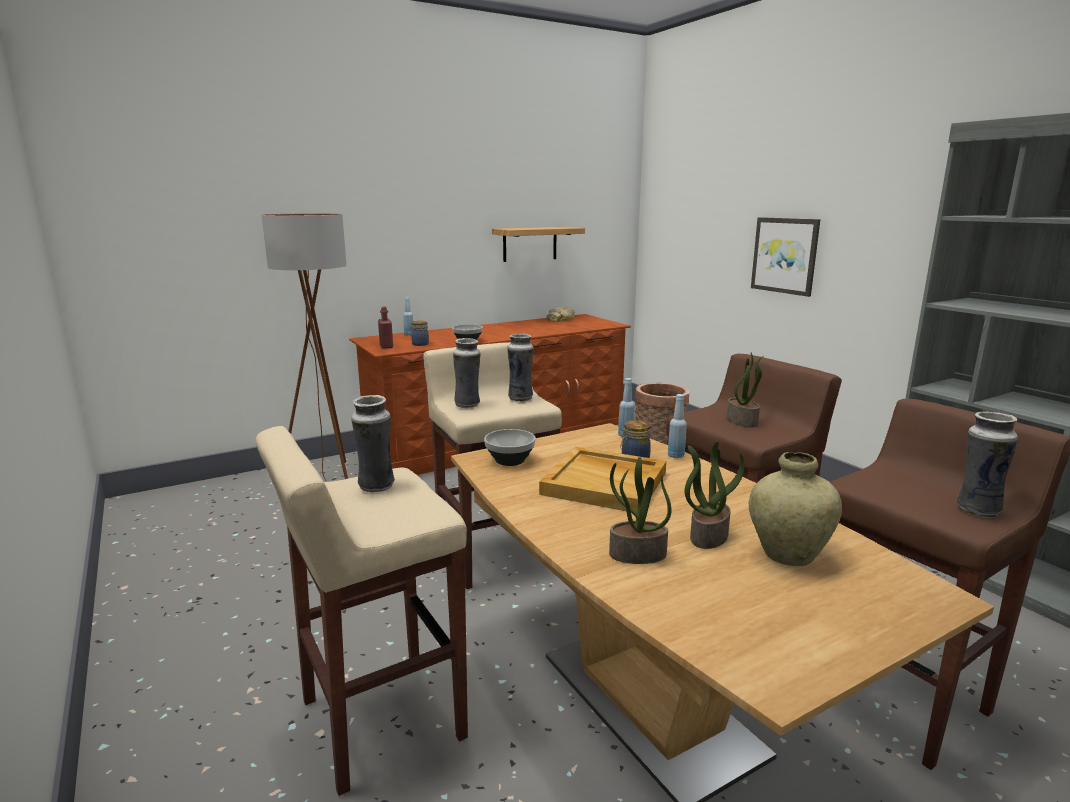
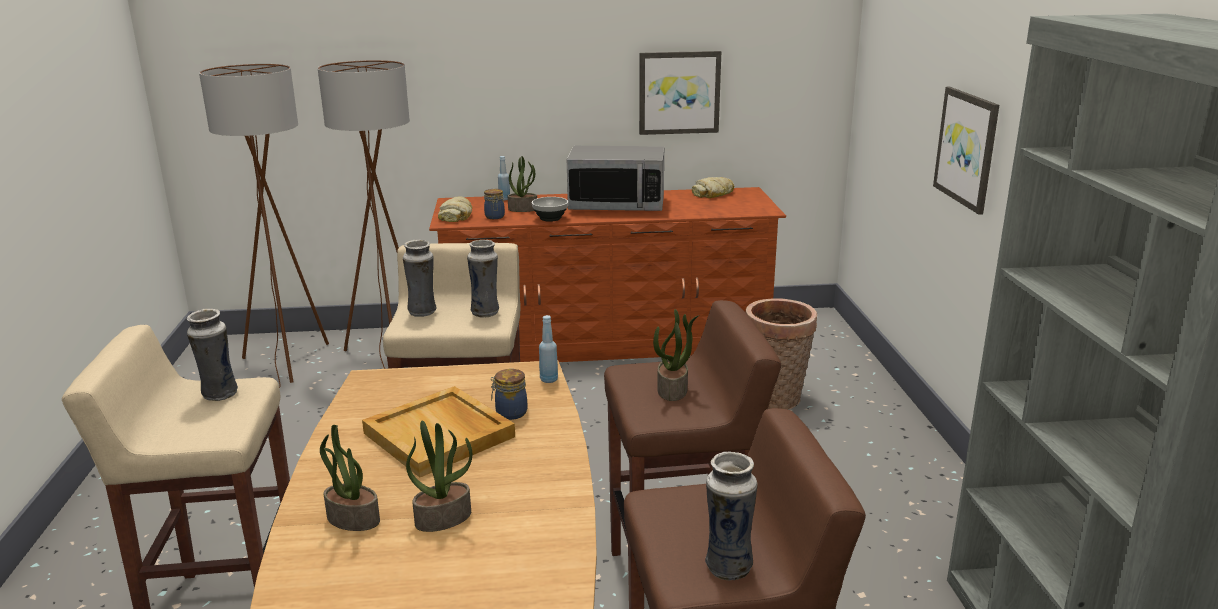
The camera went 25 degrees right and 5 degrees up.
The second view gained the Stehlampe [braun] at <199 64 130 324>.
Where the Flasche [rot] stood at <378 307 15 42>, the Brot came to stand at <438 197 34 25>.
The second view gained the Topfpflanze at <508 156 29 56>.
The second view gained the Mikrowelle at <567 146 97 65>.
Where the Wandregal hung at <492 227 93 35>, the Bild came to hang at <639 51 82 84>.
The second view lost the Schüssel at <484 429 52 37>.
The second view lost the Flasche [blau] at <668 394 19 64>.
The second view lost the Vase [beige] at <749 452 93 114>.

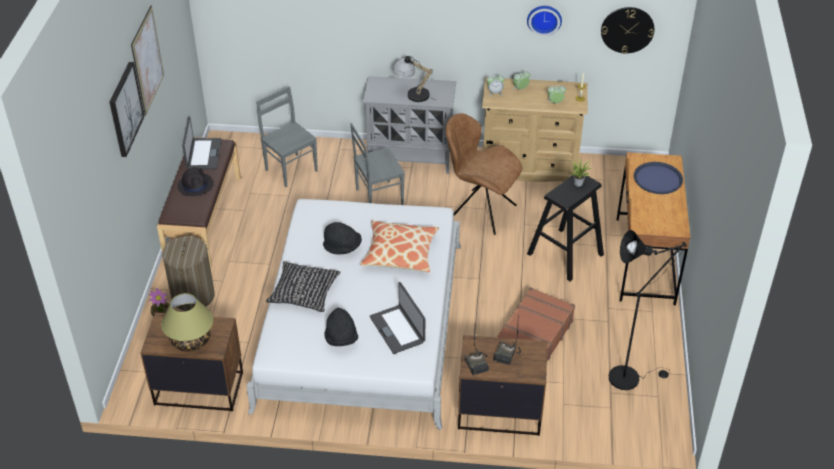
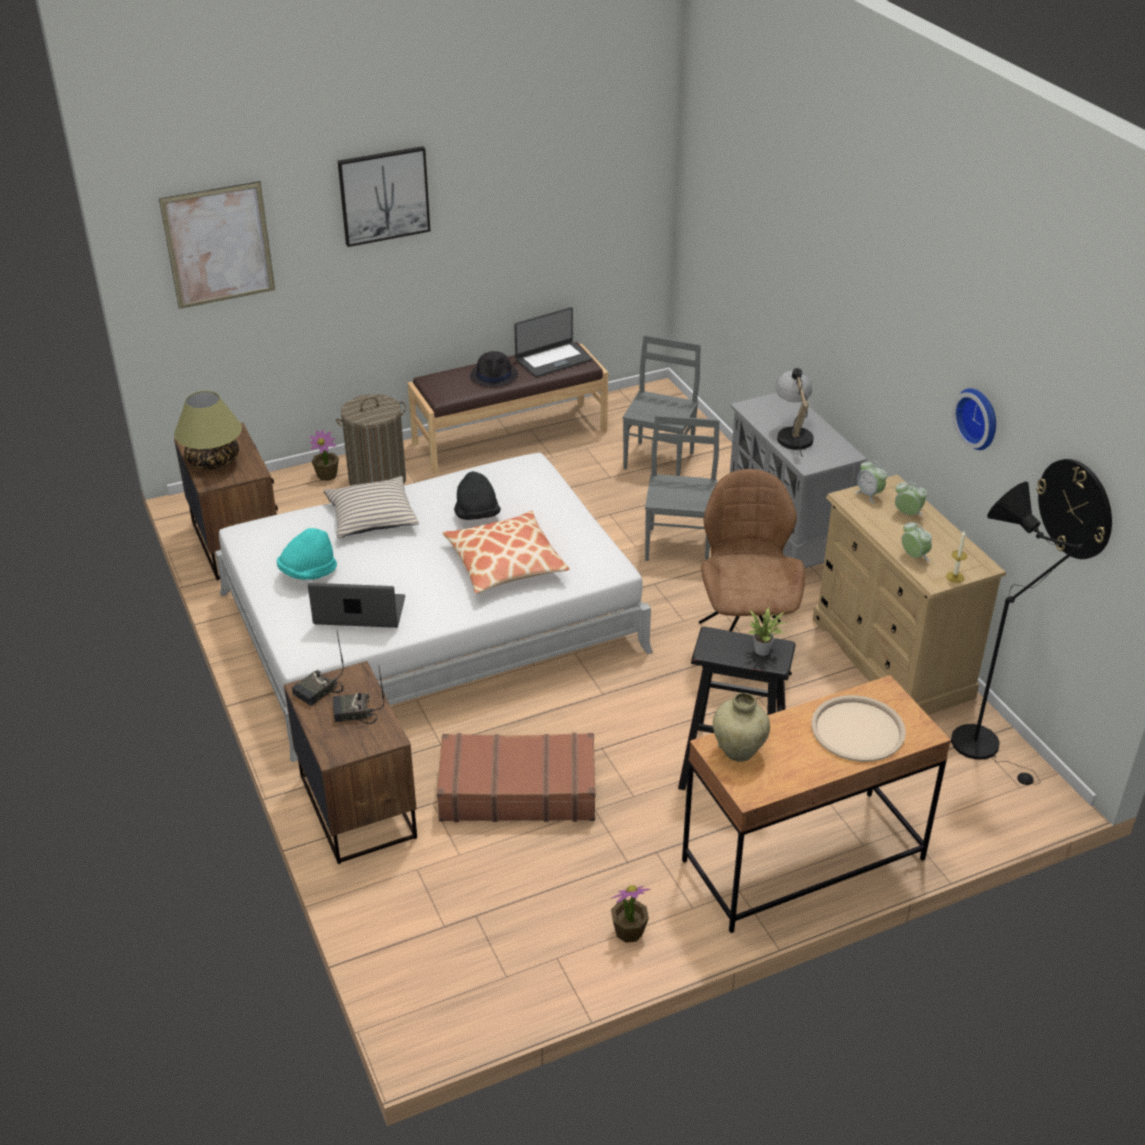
The camera went 60 degrees right and 5 degrees down.
The Bild ended up elsewhere, having gone from <131 5 33 110> to <159 181 116 128>.
What was the Hut [schwarz] at <324 308 34 38> turned into the Hut [türkis] at <277 528 60 52>.
The Laptop at <370 282 55 72> ended up facing another way, 60 degrees clockwise from before.
What was the Kissen [schwarz] at <266 261 75 51> turned into the Kissen [beige] at <323 476 96 62>.
The second view gained the Topfpflanze at <611 885 39 58>.
The Stuhl [grau] at <350 123 55 82> ended up facing another way, 60 degrees clockwise from before.
The second view gained the Vase [beige] at <713 693 57 69>.
What was the Tablett [blau] at <634 162 49 32> turned into the Tablett [beige] at <811 695 95 67>.
The Stehlampe [schwarz] ended up elsewhere, having gone from <609 230 77 160> to <951 482 132 303>.

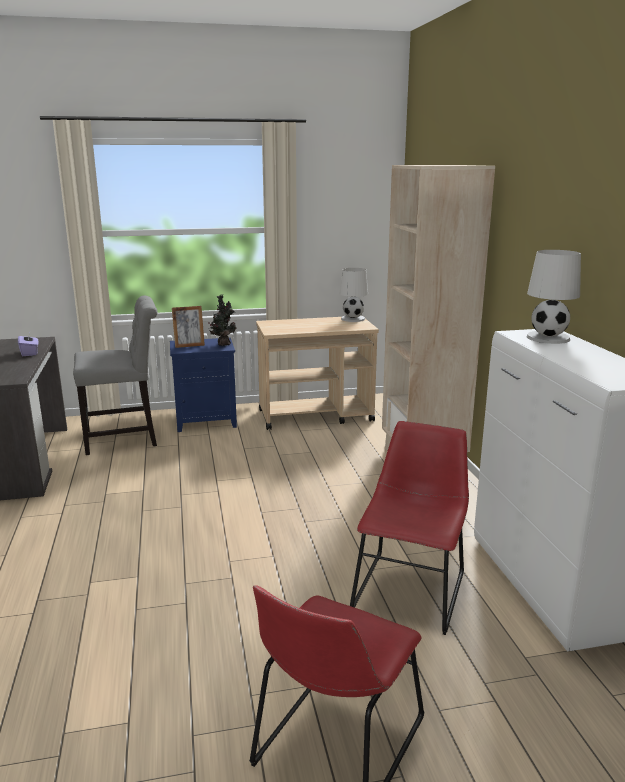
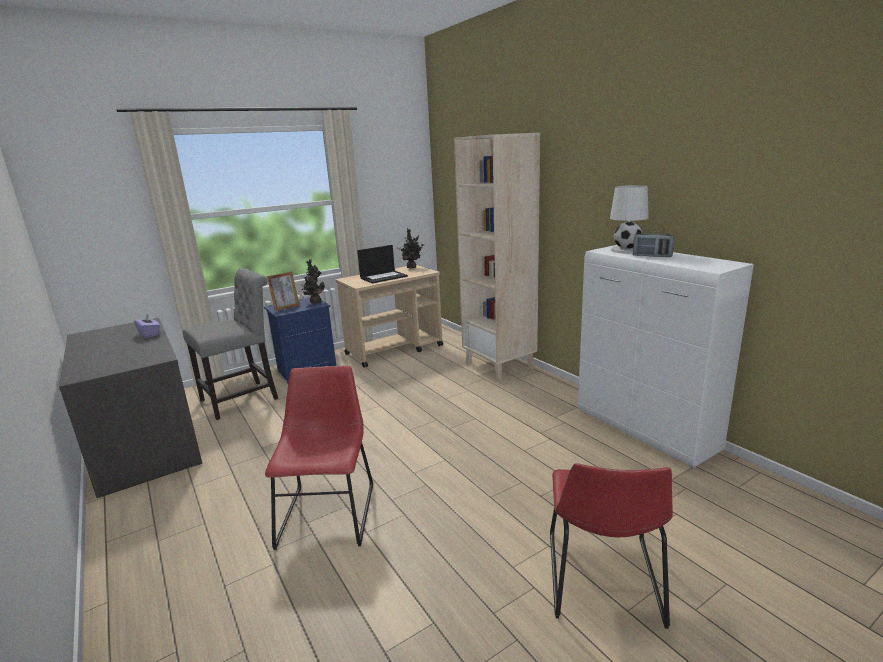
The camera went 20 degrees left and 0 degrees up.
The Stuhl [rot] ended up elsewhere, having gone from <350 421 119 214> to <265 366 108 184>.
The second view gained the Laptop at <357 245 51 38>.
Where the Tischlampe [weiß] stood at <339 268 29 54>, the Topfpflanze came to stand at <398 228 26 40>.
The second view gained the Radio at <633 232 41 25>.

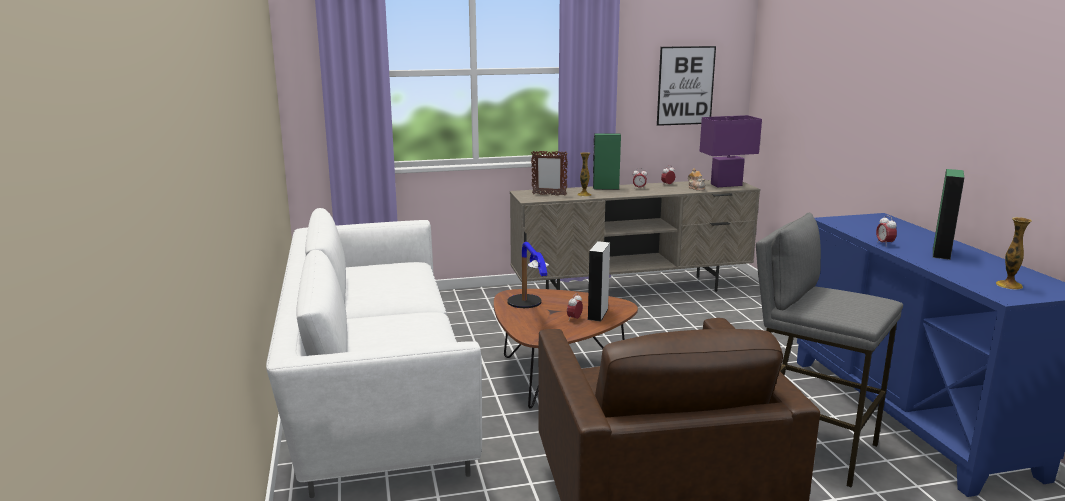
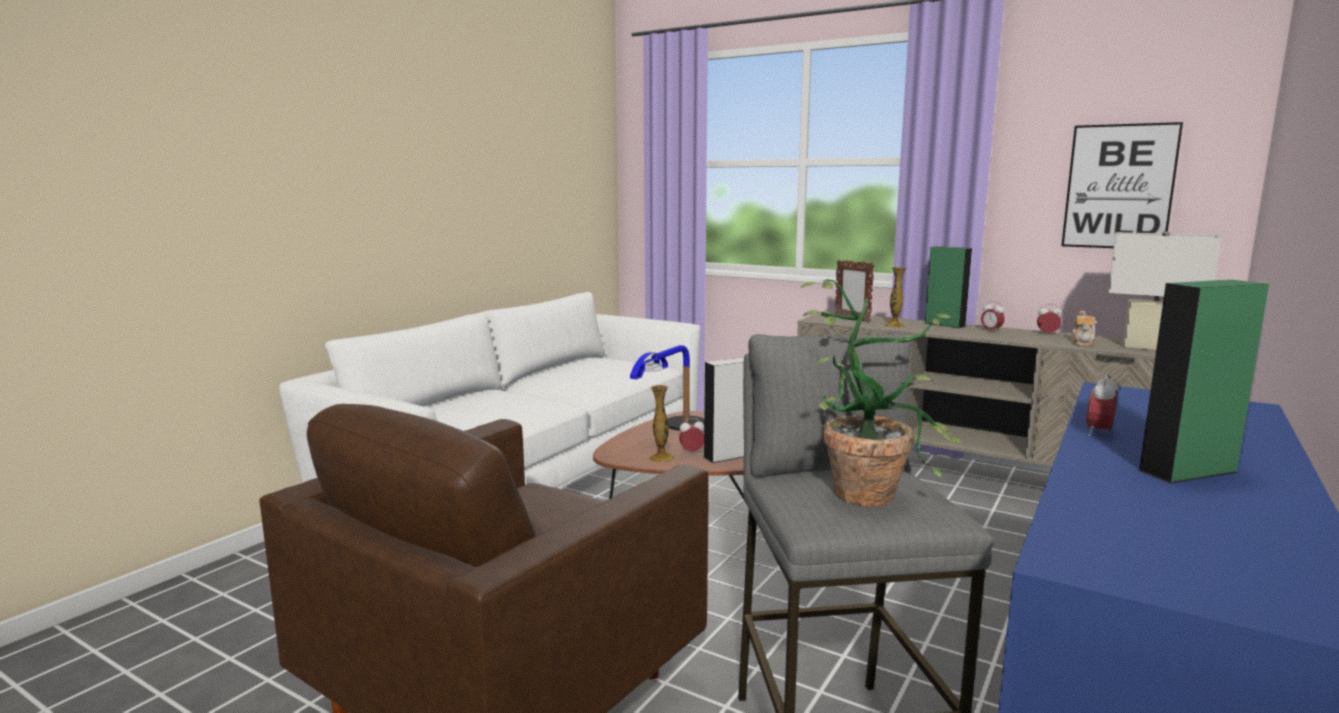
The camera went 45 degrees right and 5 degrees down.
The Vase ended up elsewhere, having gone from <996 217 35 72> to <649 385 26 77>.
The second view gained the Topfpflanze at <800 279 165 228>.
What was the Tischlampe [lila] at <700 115 62 72> turned into the Tischlampe [weiß] at <1108 232 113 118>.

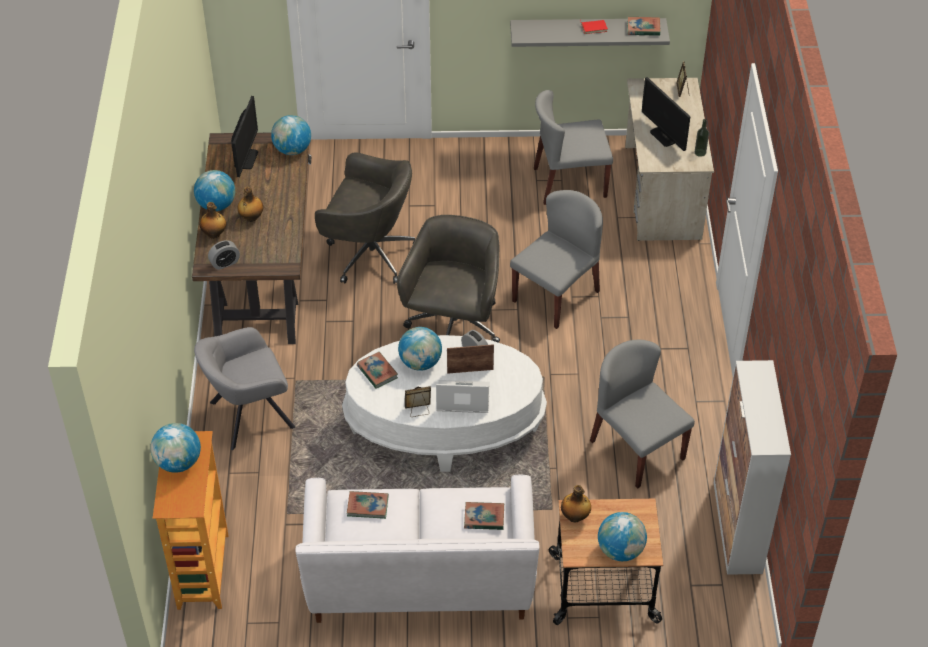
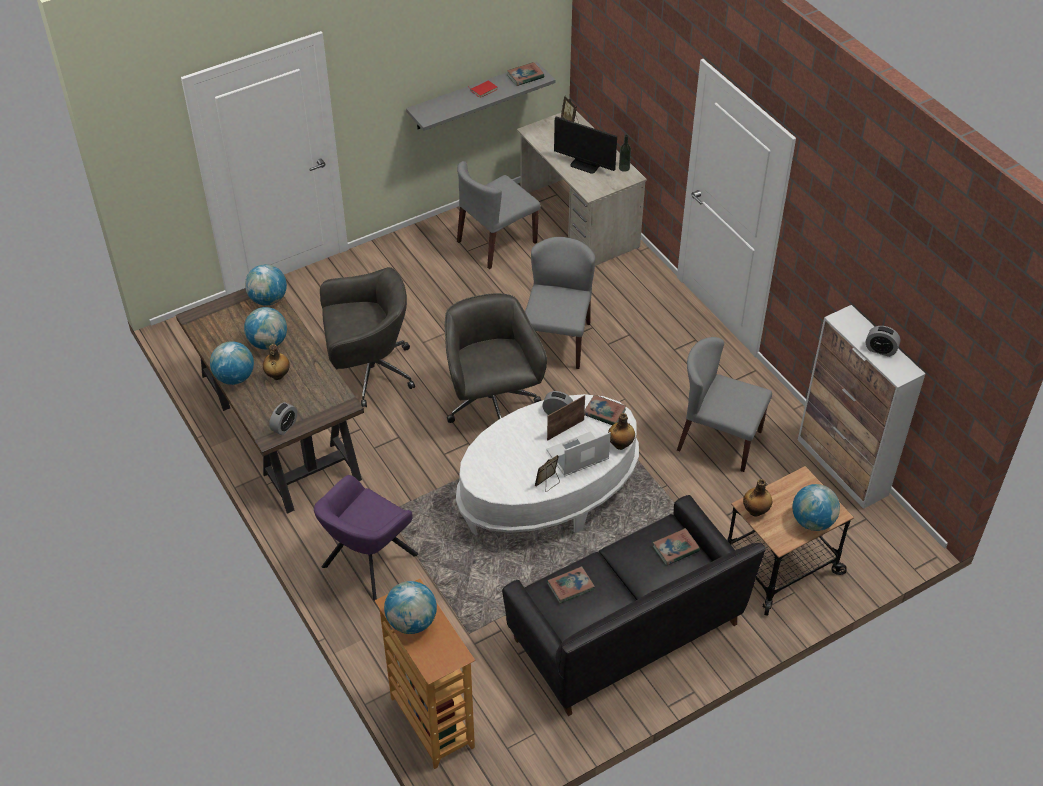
The camera went 30 degrees left and 0 degrees up.
The Globus ended up elsewhere, having gone from <398 327 44 44> to <244 307 43 42>.
What was the Sessel [grau] at <194 327 101 123> turned into the Sessel [lila] at <314 475 104 126>.
What was the Sofa [weiß] at <295 475 245 148> turned into the Sofa [schwarz] at <502 495 264 221>.
The Buch ended up elsewhere, having gone from <357 352 41 37> to <584 395 42 30>.
The Flasche ended up elsewhere, having gone from <200 202 26 37> to <608 413 27 37>.
The second view gained the Wecker at <866 326 35 31>.
The second view lost the Monitor at <231 96 27 81>.

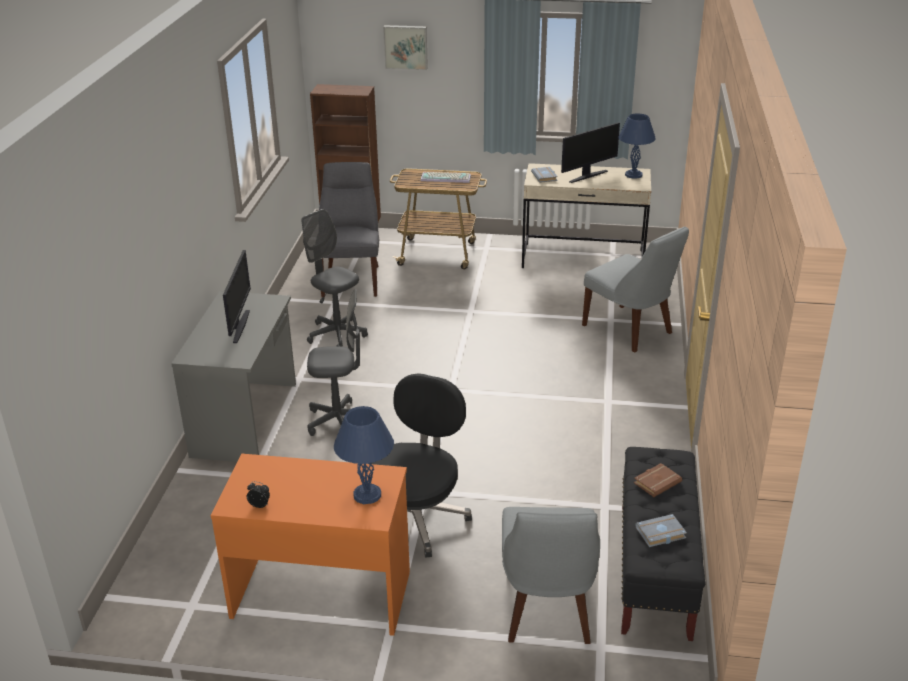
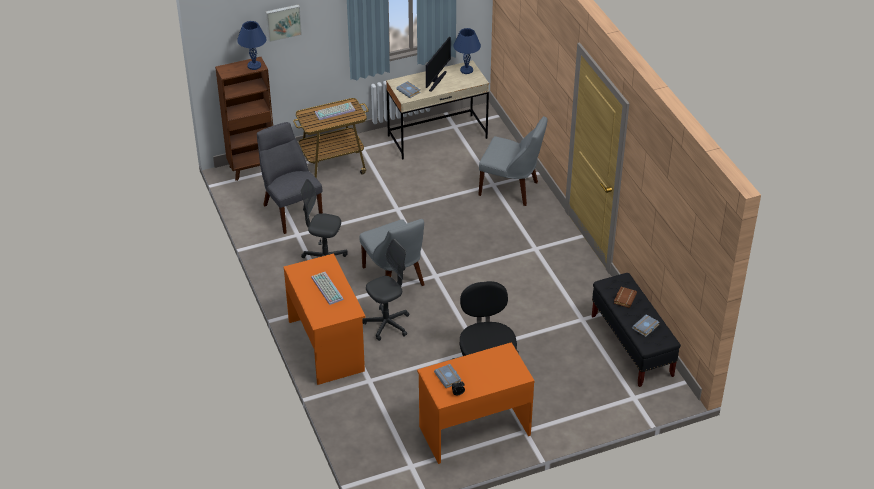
The camera went 30 degrees left and 10 degrees up.
The Tischlampe [blau] ended up elsewhere, having gone from <334 406 60 98> to <237 21 30 49>.
What was the Schreibtisch [grau] at <171 291 125 171> turned into the Schreibtisch [orange] at <283 253 82 132>.
Where the Monitor stood at <223 250 28 93>, the Tastatur came to stand at <311 272 33 33>.
The Stuhl [grau] ended up elsewhere, having gone from <502 507 98 137> to <360 219 64 67>.
The second view gained the Buch [grau] at <434 364 28 24>.

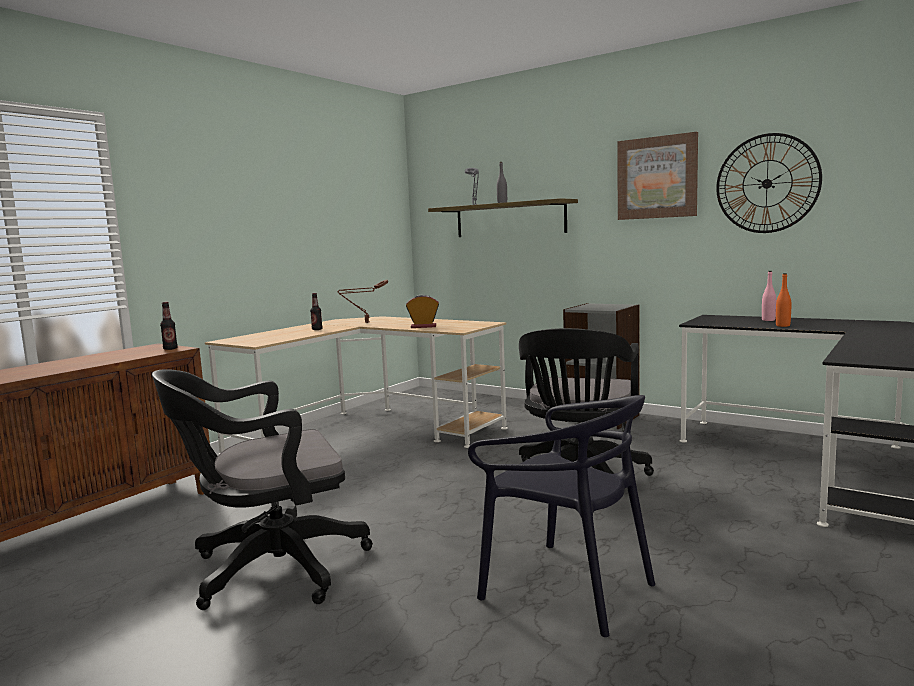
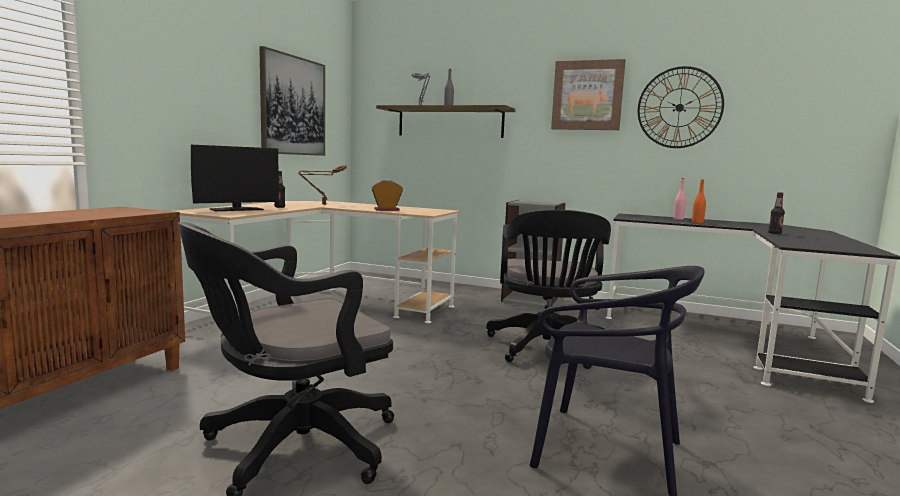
The camera went 15 degrees left and 0 degrees up.
The second view gained the Monitor at <191 145 88 66>.
The second view gained the Bild at <259 46 66 110>.
The Flasche ended up elsewhere, having gone from <160 302 18 48> to <768 192 17 42>.

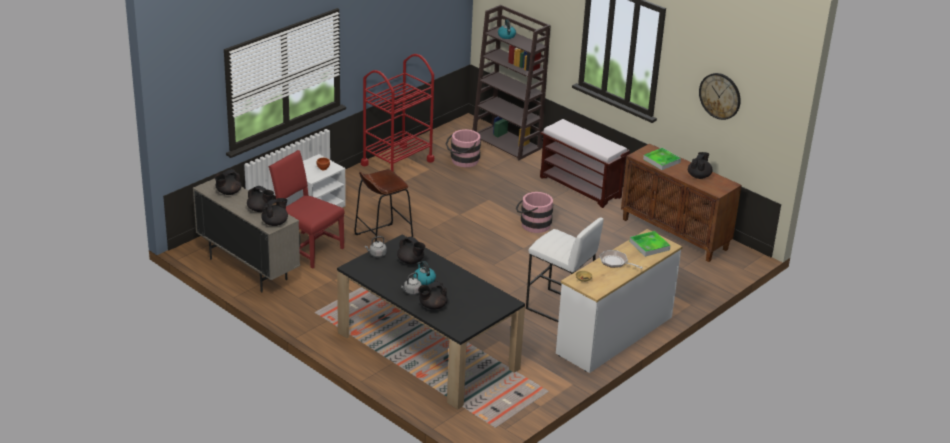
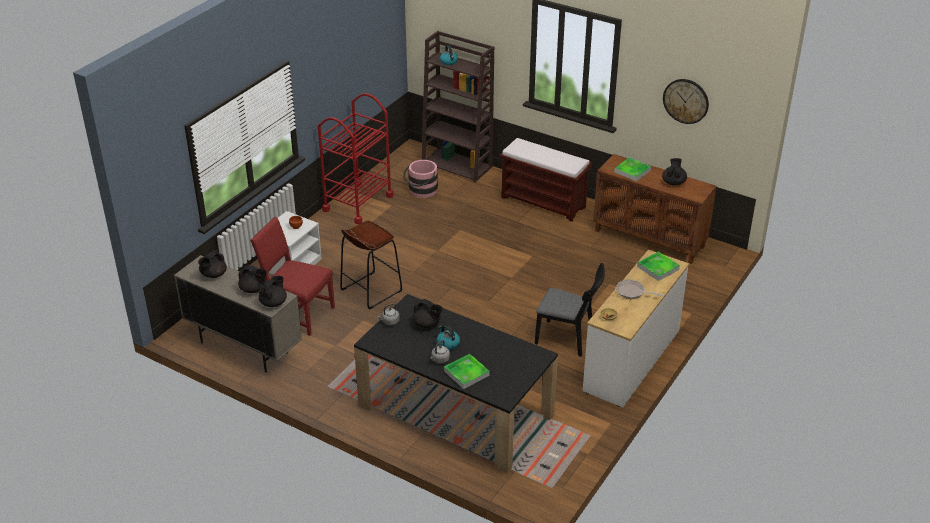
The camera went 10 degrees left and 5 degrees up.
Where the Teekanne [schwarz] stood at <418 281 29 29>, the Tablett came to stand at <444 354 46 35>.
Where the Hocker [weiß] stood at <526 217 78 105>, the Stuhl [schwarz] came to stand at <534 263 71 94>.
The second view lost the Eimer [rosa] at <516 192 37 41>.

